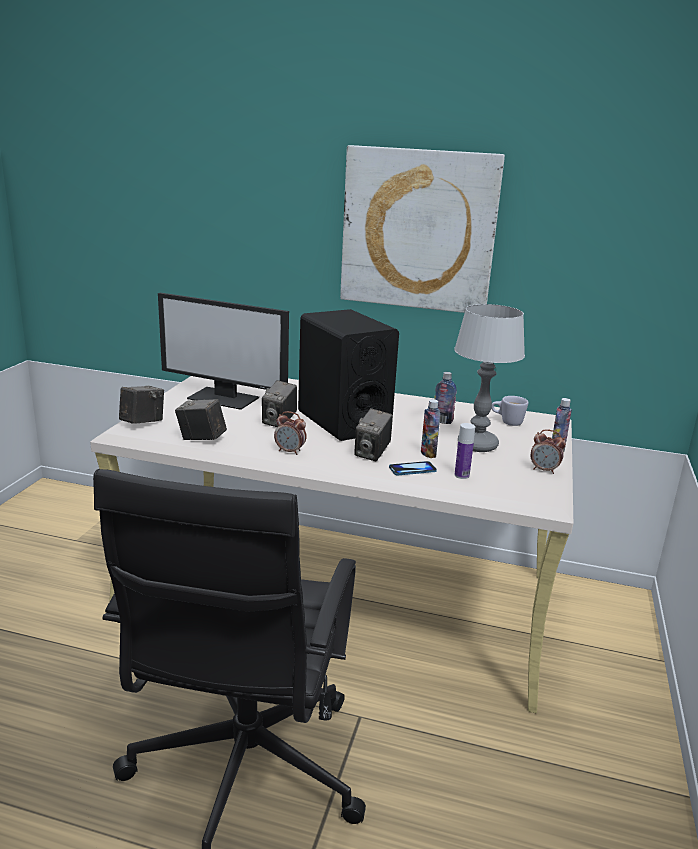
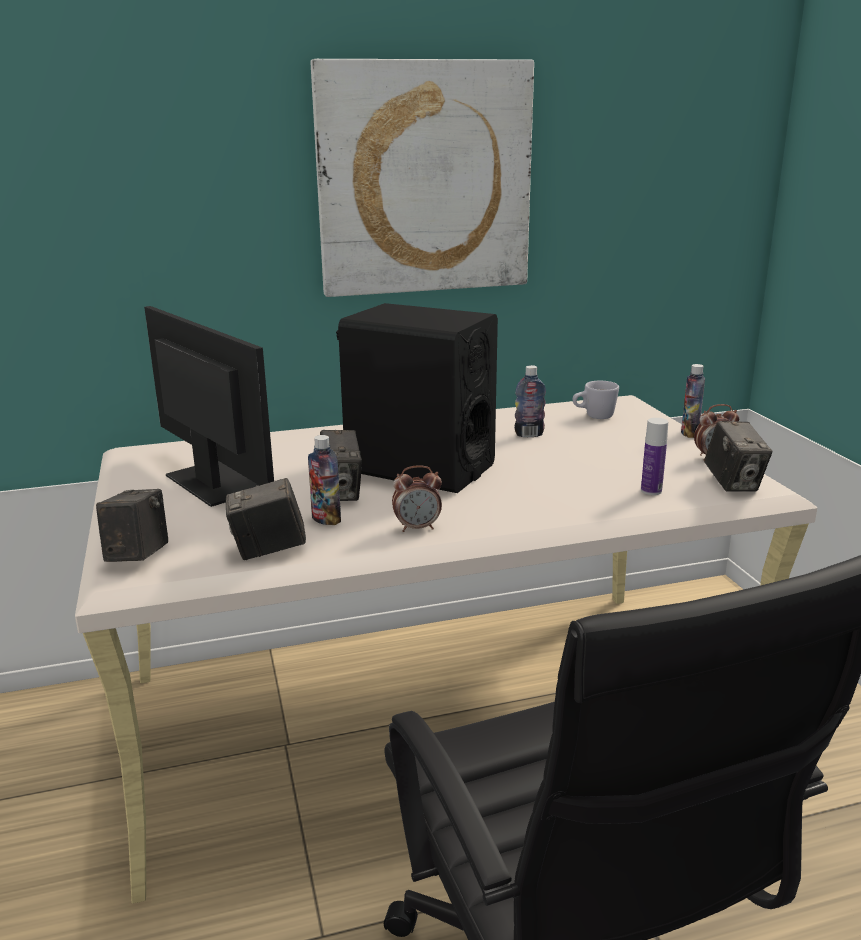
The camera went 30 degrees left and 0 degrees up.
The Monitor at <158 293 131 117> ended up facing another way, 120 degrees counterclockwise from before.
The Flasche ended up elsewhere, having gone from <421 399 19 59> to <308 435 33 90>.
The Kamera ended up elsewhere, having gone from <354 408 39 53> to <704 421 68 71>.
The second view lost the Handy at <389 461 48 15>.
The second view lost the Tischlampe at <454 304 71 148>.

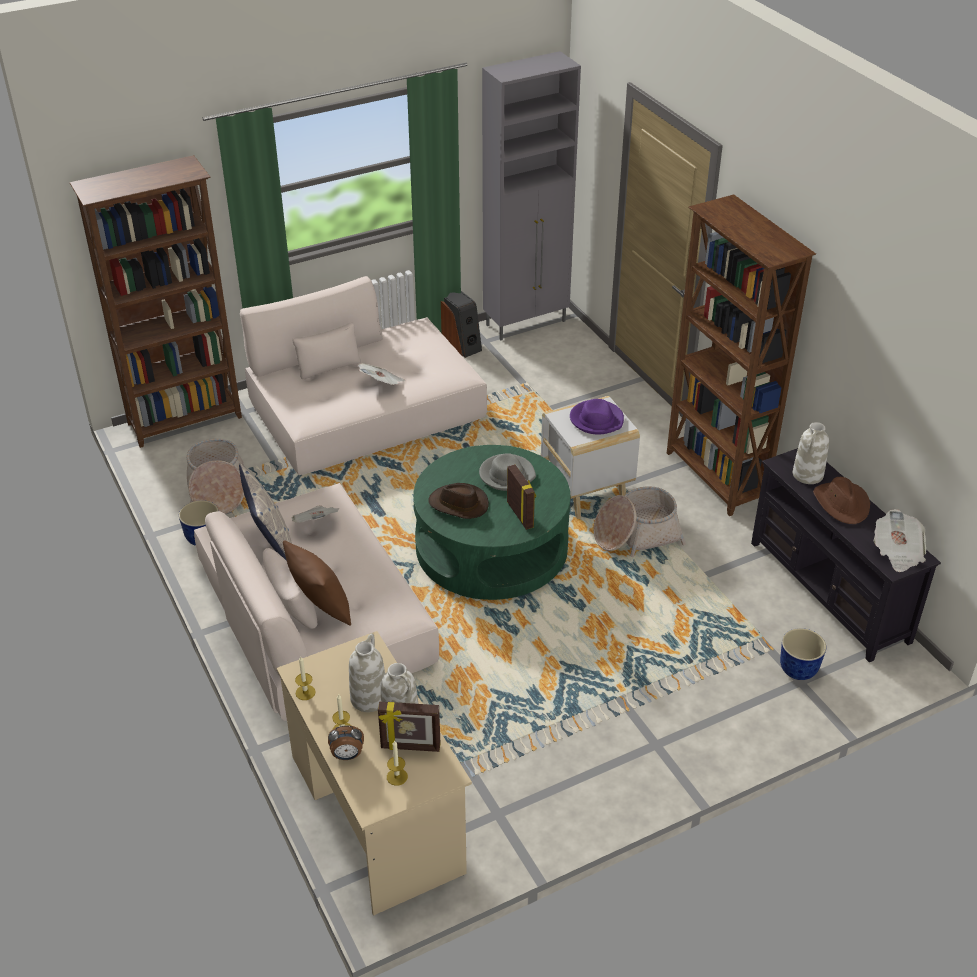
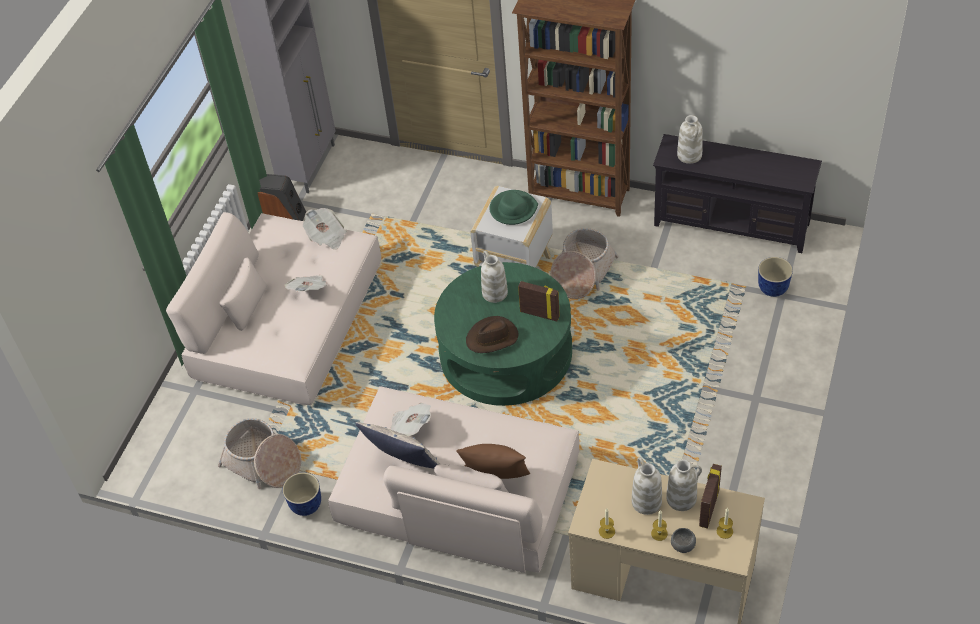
The camera went 40 degrees left and 10 degrees up.
The Zeitung ended up elsewhere, having gone from <873 509 53 63> to <303 208 44 42>.
Where the Hut [grau] stood at <479 453 57 38>, the Vase [weiß] came to stand at <481 250 27 53>.
What was the Hut [lila] at <570 399 54 35> turned into the Hut [grün] at <489 190 49 35>.
Where the Wecker stood at <328 725 36 35>, the Schüssel [grau] came to stand at <671 528 25 25>.
The Bilderrahmen at <378 702 63 50> ended up facing another way, 150 degrees clockwise from before.
The second view lost the Bücherregal [braun] at <70 155 172 293>.
The second view lost the Hut [braun] at <813 477 57 47>.

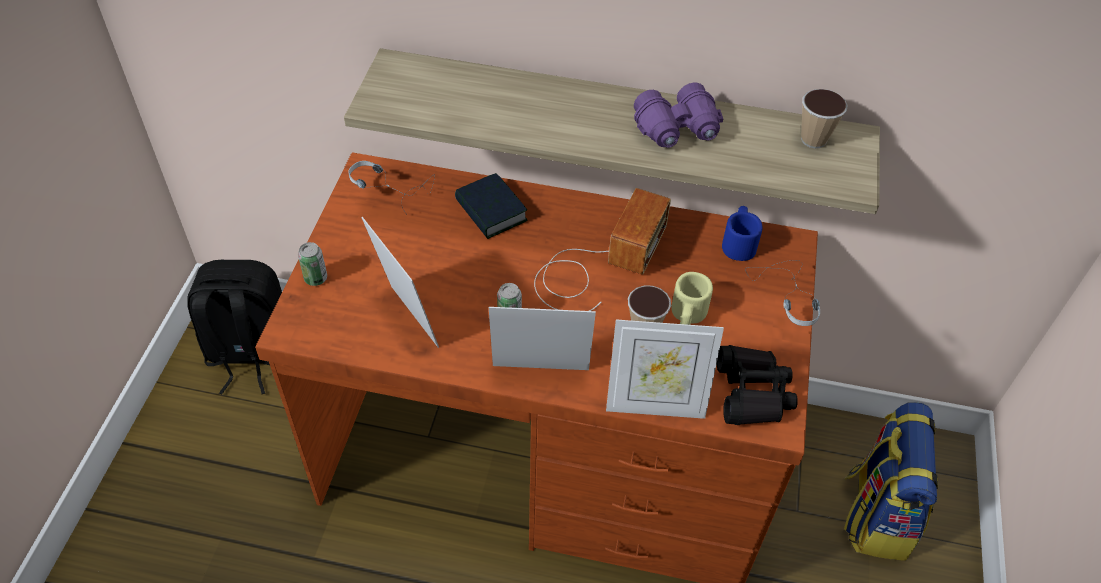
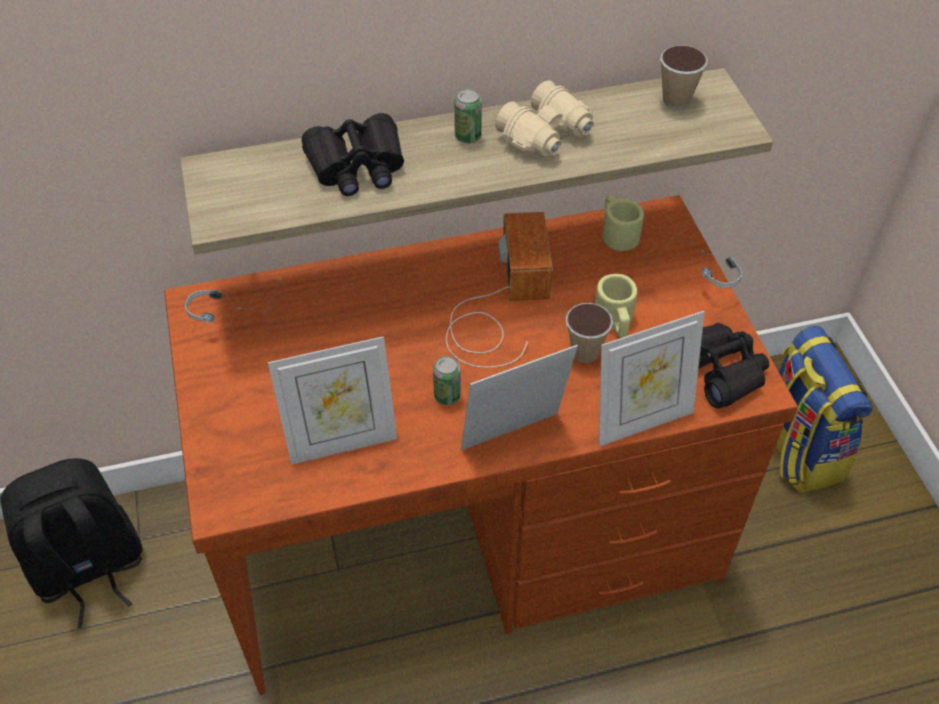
The camera went 25 degrees left and 0 degrees up.
The Bilderrahmen at <361 217 78 131> ended up facing another way, 135 degrees clockwise from before.
The second view gained the Fernglas [schwarz] at <302 113 102 83>.
The Dose ended up elsewhere, having gone from <298 242 29 44> to <454 89 28 54>.
What was the Fernglas [lila] at <634 83 89 65> turned into the Fernglas [beige] at <495 81 99 76>.
What was the Henkelbecher [blau] at <722 206 41 55> turned into the Henkelbecher [beige] at <602 194 42 57>.
The second view lost the Buch at <455 173 73 66>.

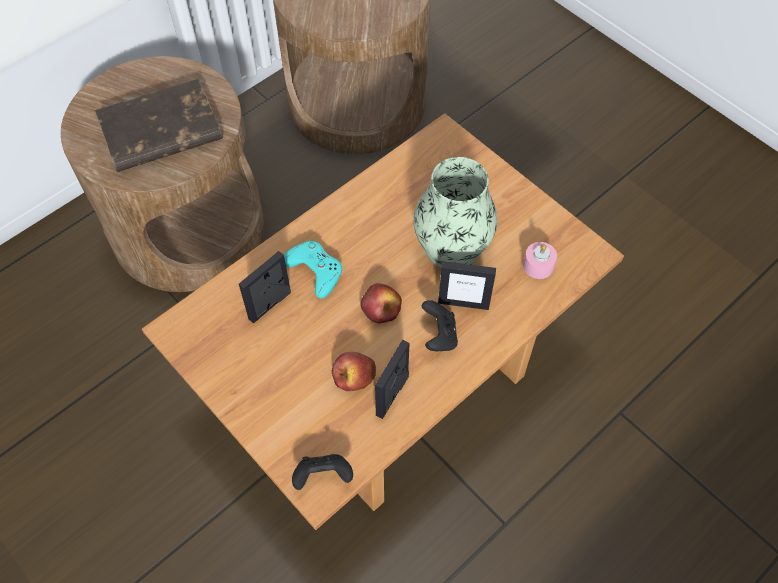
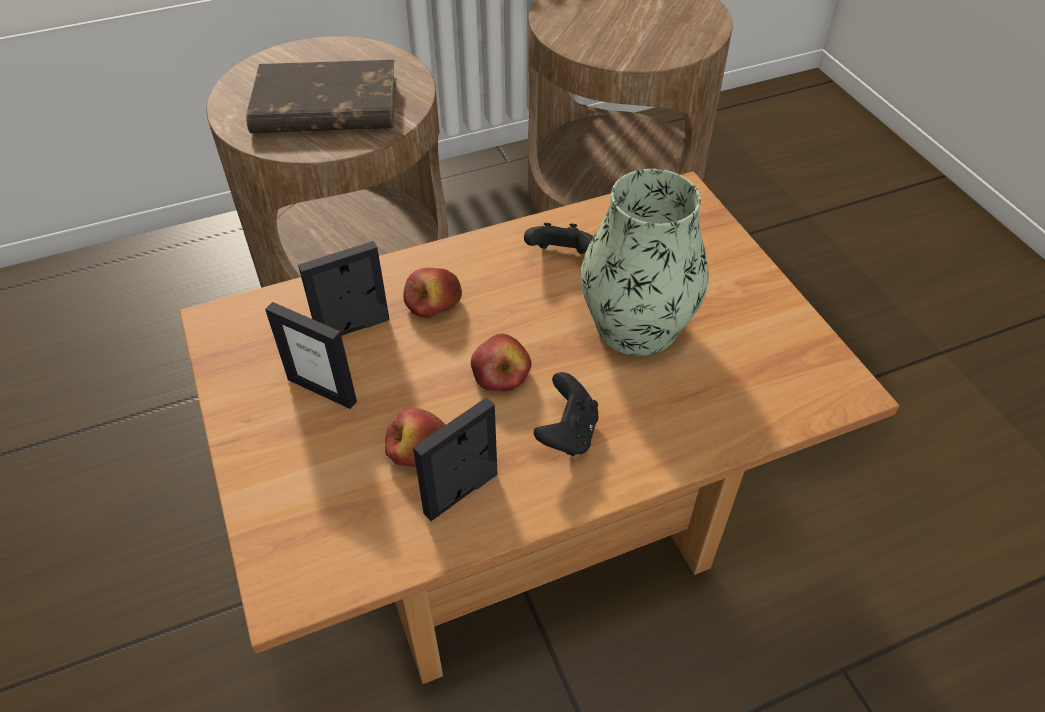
The camera went 20 degrees right and 10 degrees down.
The Bilderrahmen ended up elsewhere, having gone from <438 261 58 49> to <265 302 92 107>.
Where the Gamepad [türkis] stood at <284 241 58 58>, the Apfel came to stand at <403 268 59 50>.
The Gamepad [schwarz] ended up elsewhere, having gone from <292 454 61 36> to <524 223 70 31>.
The second view lost the Kerze [rosa] at <523 242 34 37>.

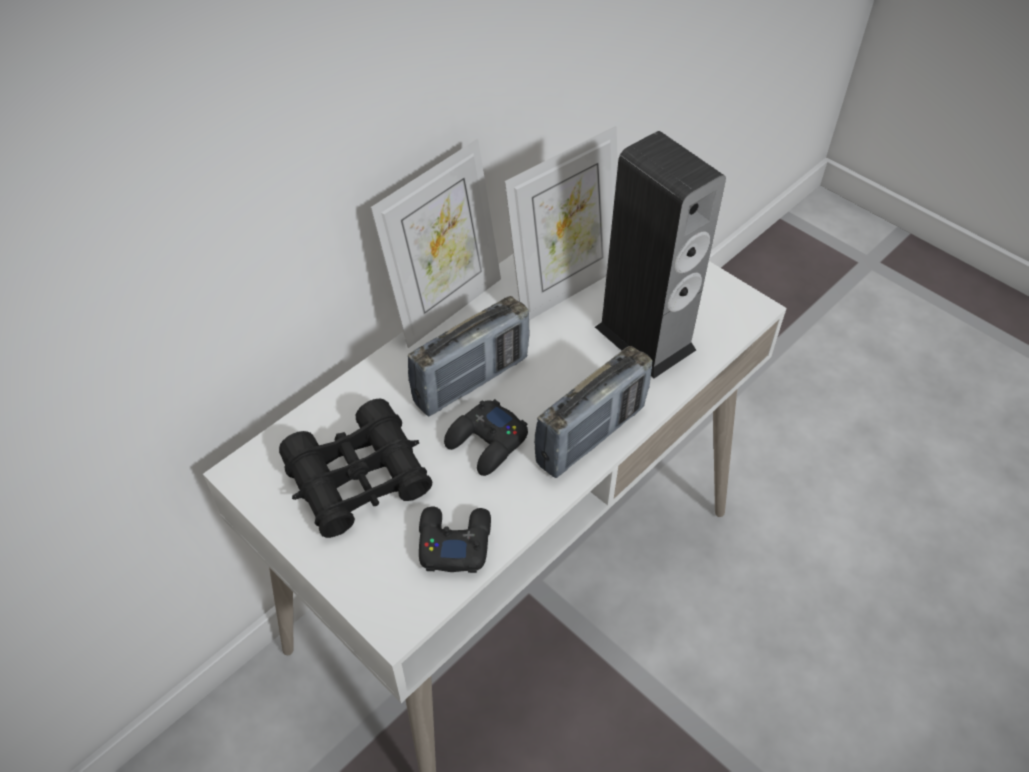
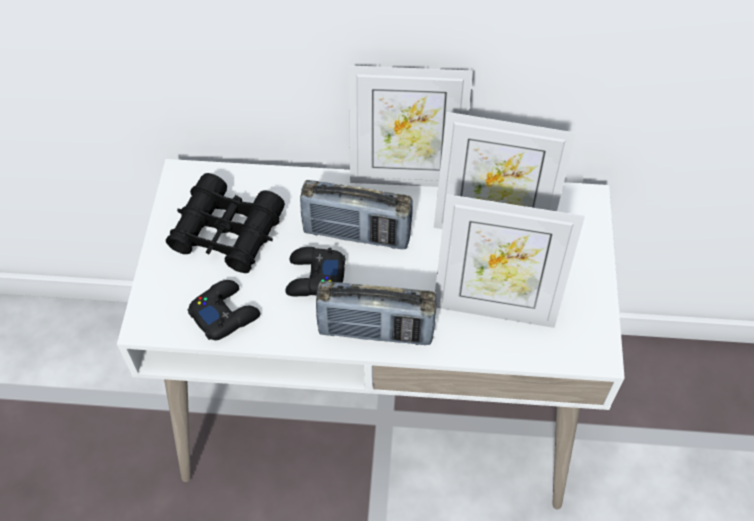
The camera went 50 degrees right and 5 degrees up.
Where the Lautsprecher stood at <595 131 131 247>, the Bilderrahmen came to stand at <435 194 150 134>.

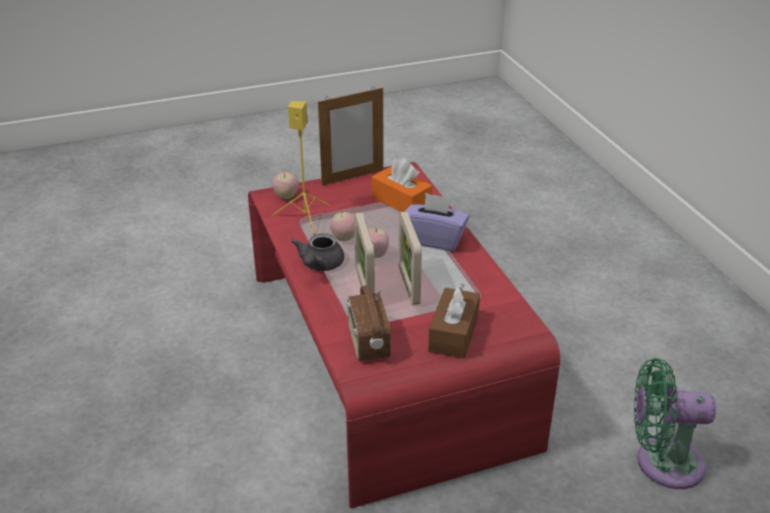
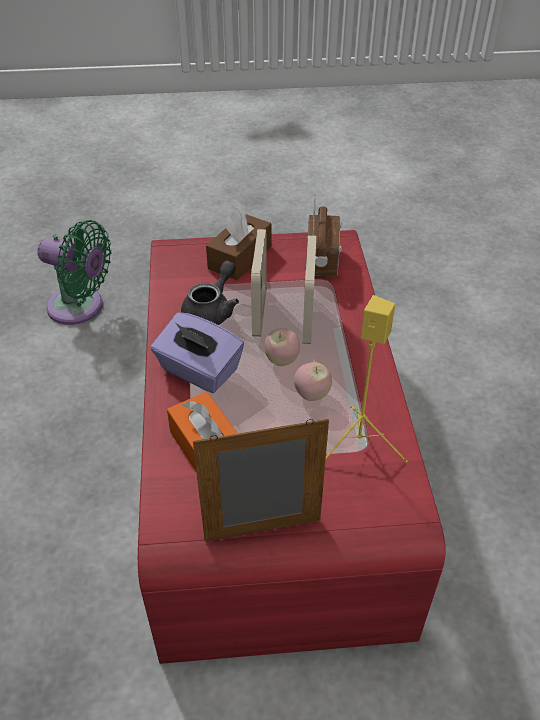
The camera went 165 degrees left and 10 degrees up.
The Teekanne [grau] ended up elsewhere, having gone from <292 233 52 38> to <181 261 58 64>.
The second view lost the Apfel at <272 172 27 27>.

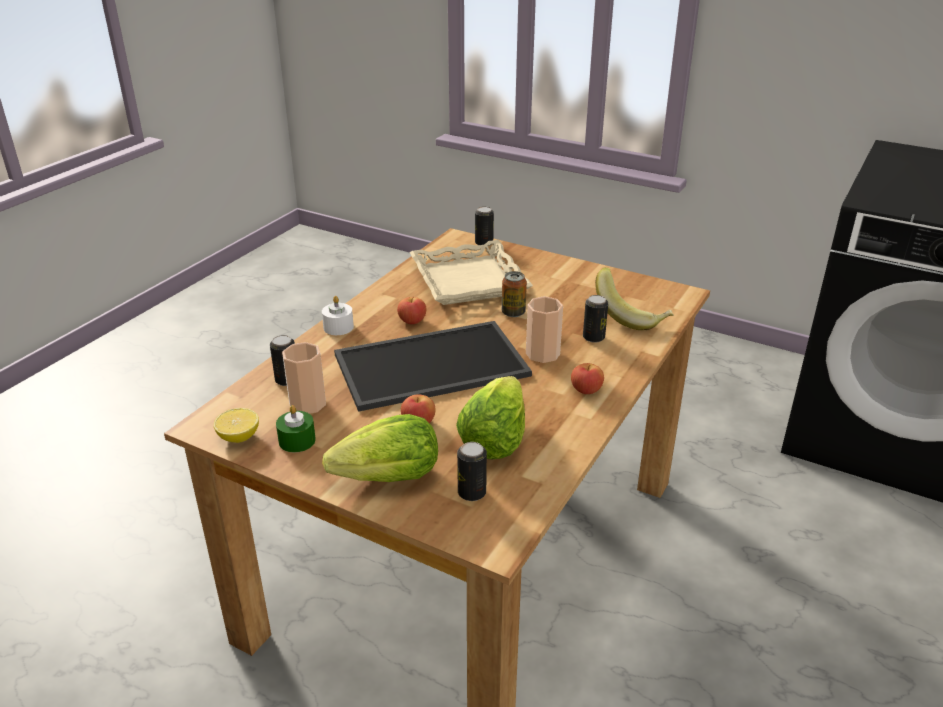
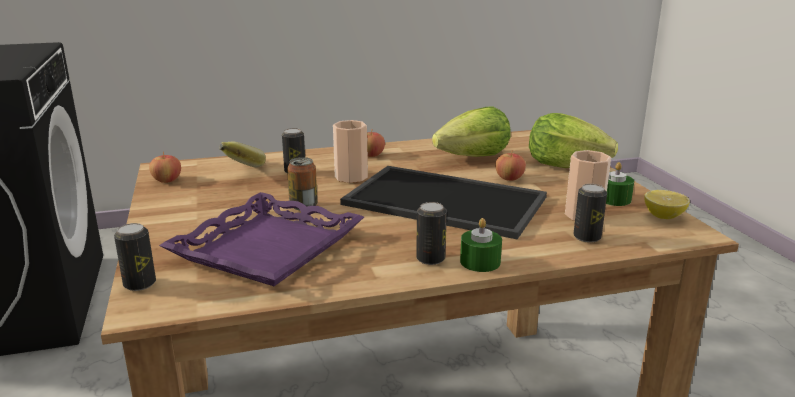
The camera went 135 degrees left and 10 degrees down.
The Apfel ended up elsewhere, having gone from <397 297 29 27> to <149 152 32 31>.
What was the Tablett [beige] at <410 240 123 65> turned into the Tablett [lila] at <159 192 205 94>.
The Dose ended up elsewhere, having gone from <457 442 30 59> to <416 202 31 63>.
What was the Kerze [weiß] at <322 296 32 39> turned into the Kerze [grün] at <460 218 42 54>.

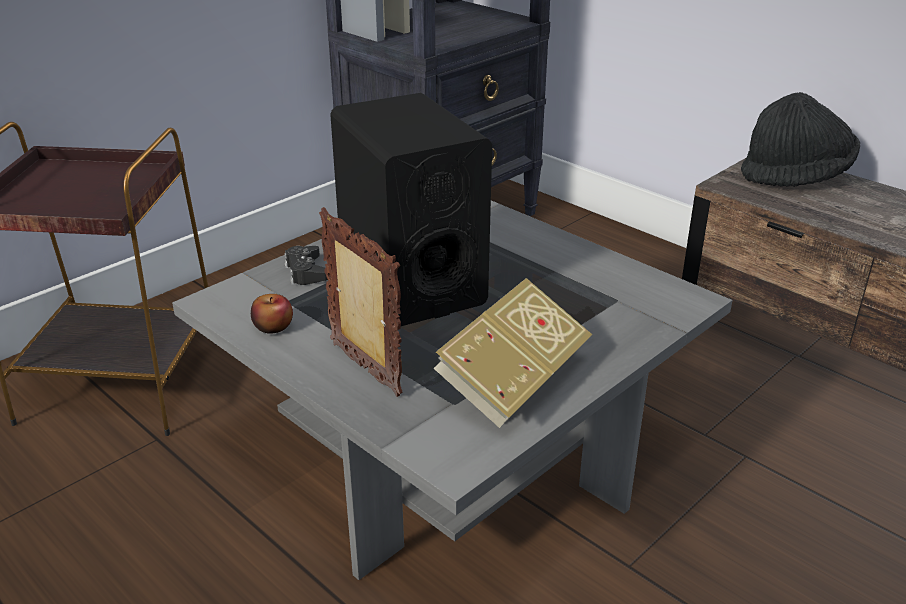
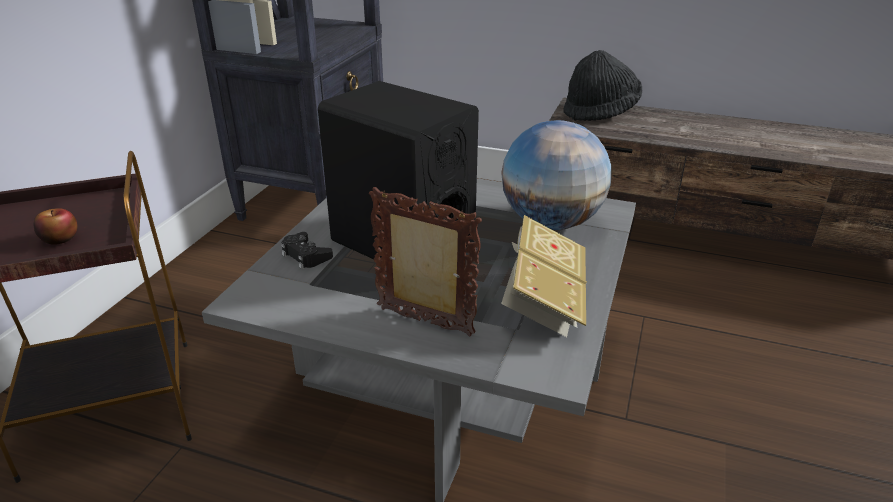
The camera went 25 degrees left and 0 degrees up.
The Apfel ended up elsewhere, having gone from <251 294 42 39> to <34 208 44 37>.
The second view gained the Globus at <501 120 110 110>.

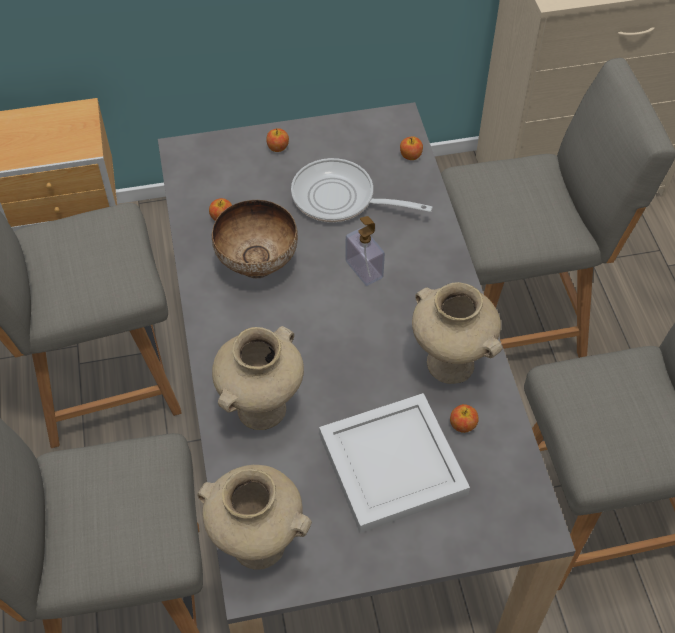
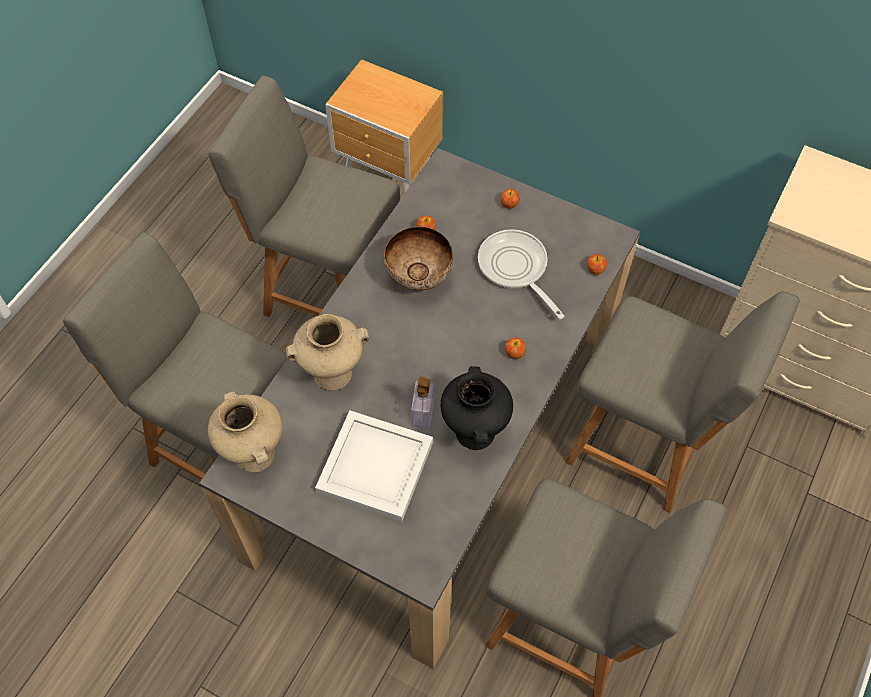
The camera went 40 degrees right and 5 degrees up.
The Seifenspender ended up elsewhere, having gone from <345 216 40 70> to <411 377 23 51>.
What was the Vase [beige] at <412 282 90 102> turned into the Vase [schwarz] at <441 366 72 84>.
The Apfel ended up elsewhere, having gone from <450 404 29 29> to <505 338 21 21>.

